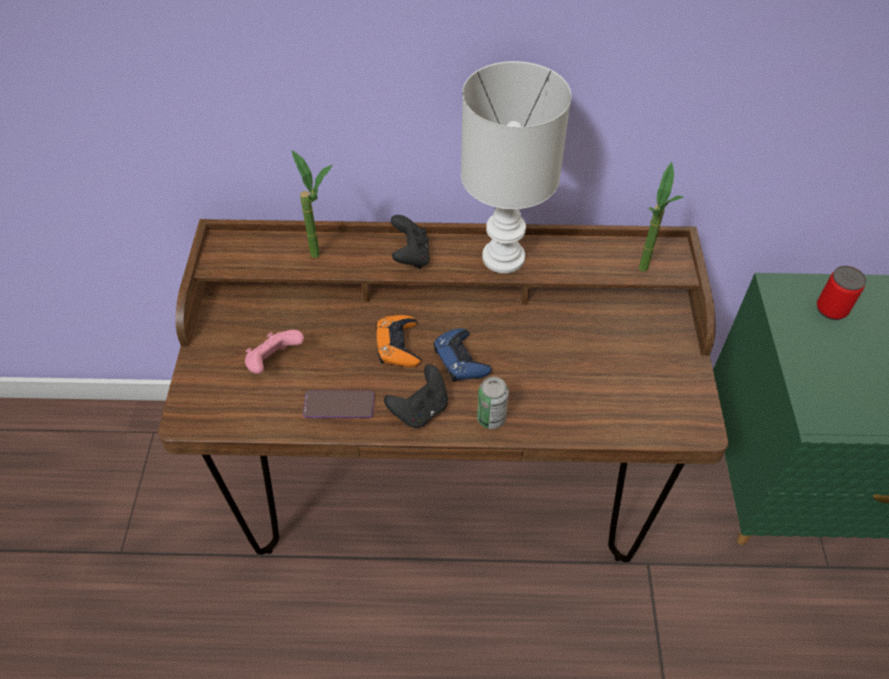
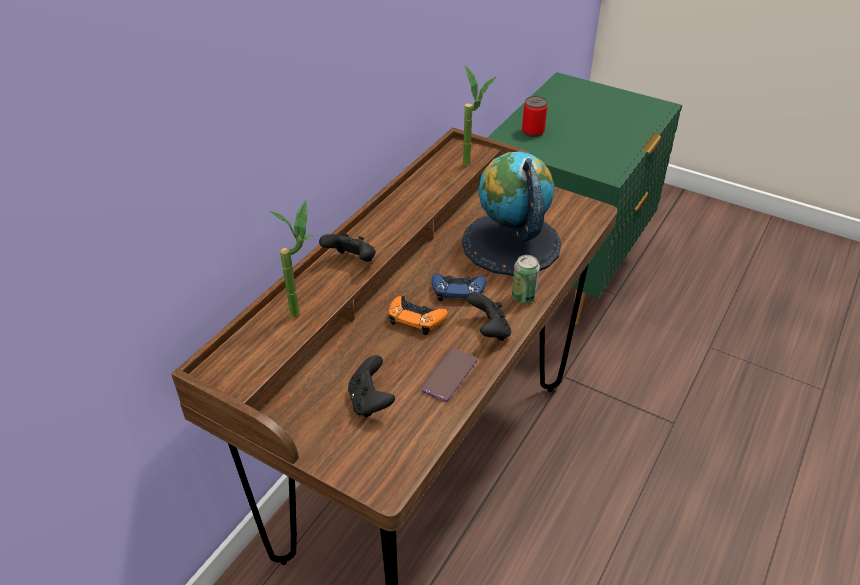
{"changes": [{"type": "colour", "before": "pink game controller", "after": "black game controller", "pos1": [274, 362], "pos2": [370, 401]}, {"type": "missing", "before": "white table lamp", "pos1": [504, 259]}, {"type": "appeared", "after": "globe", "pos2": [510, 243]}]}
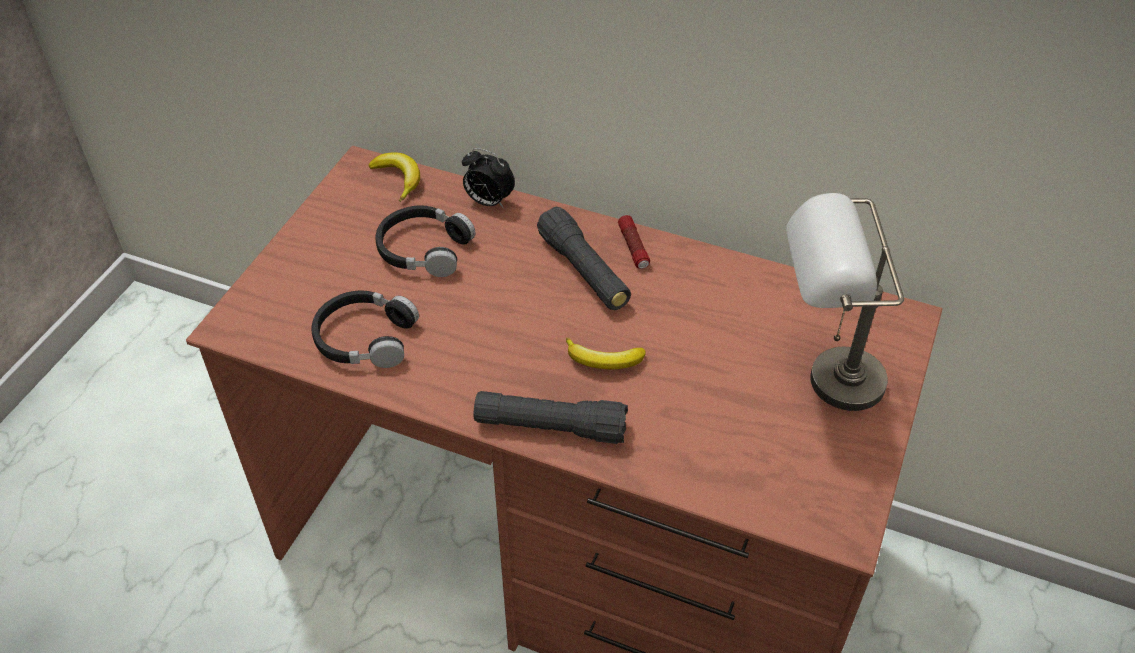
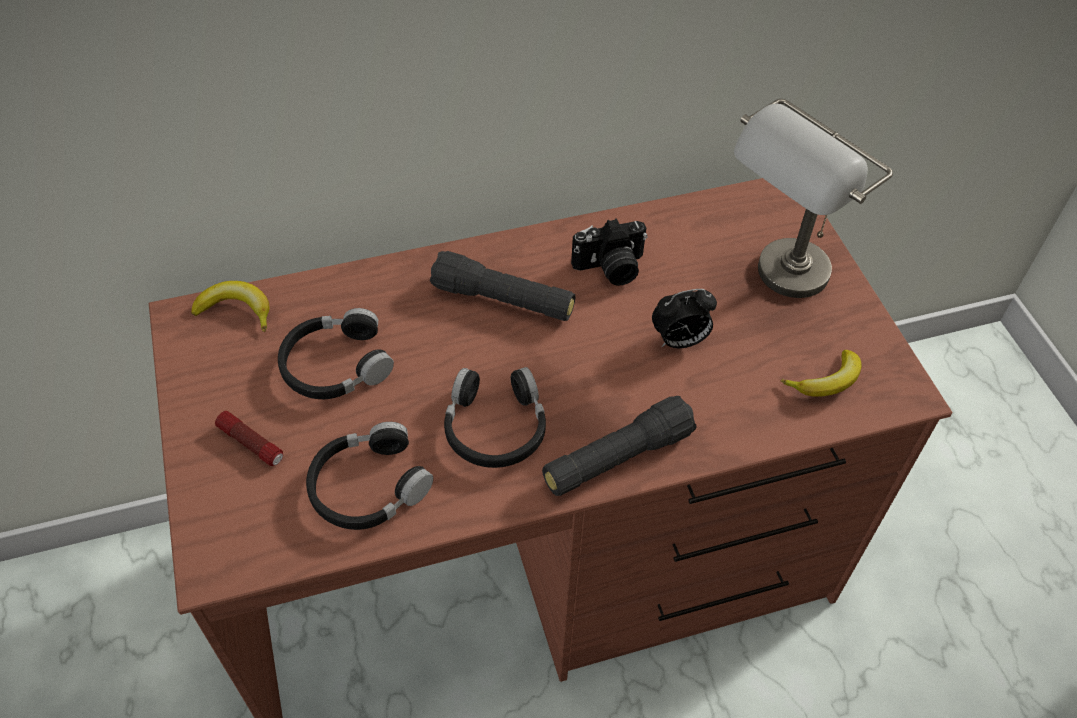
{"changes": [{"type": "relocated", "before": "alarm clock", "pos1": [488, 202], "pos2": [679, 341]}, {"type": "relocated", "before": "banana", "pos1": [603, 361], "pos2": [826, 381]}, {"type": "relocated", "before": "flashlight", "pos1": [633, 248], "pos2": [251, 444]}, {"type": "appeared", "after": "black headphones", "pos2": [495, 427]}, {"type": "appeared", "after": "photo camera", "pos2": [610, 268]}]}
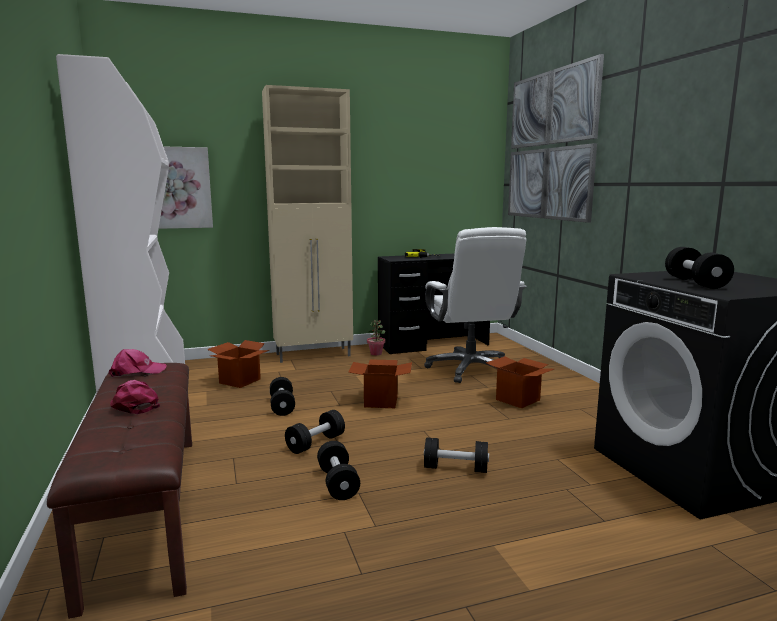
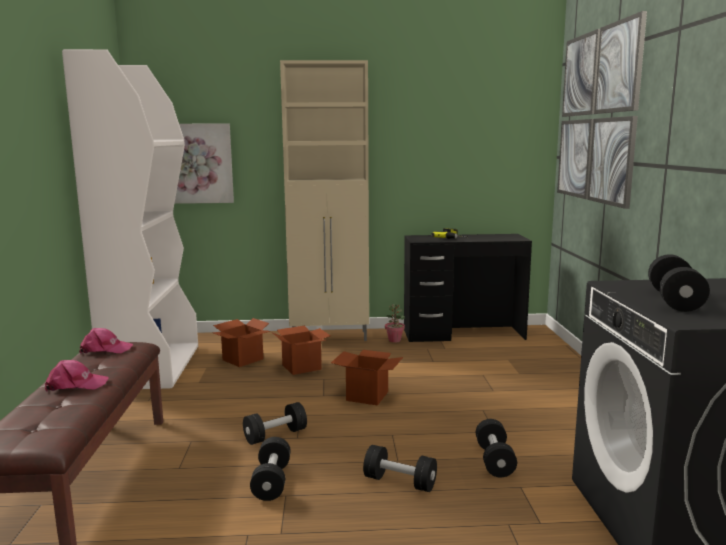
{"changes": [{"type": "spun", "before": "pink cap", "pos1": [134, 405], "pos2": [76, 385], "turn": 105}, {"type": "relocated", "before": "black dumbbell", "pos1": [282, 406], "pos2": [494, 460]}, {"type": "missing", "before": "white office chair", "pos1": [470, 369]}, {"type": "relocated", "before": "cardboard box", "pos1": [518, 400], "pos2": [301, 367]}]}
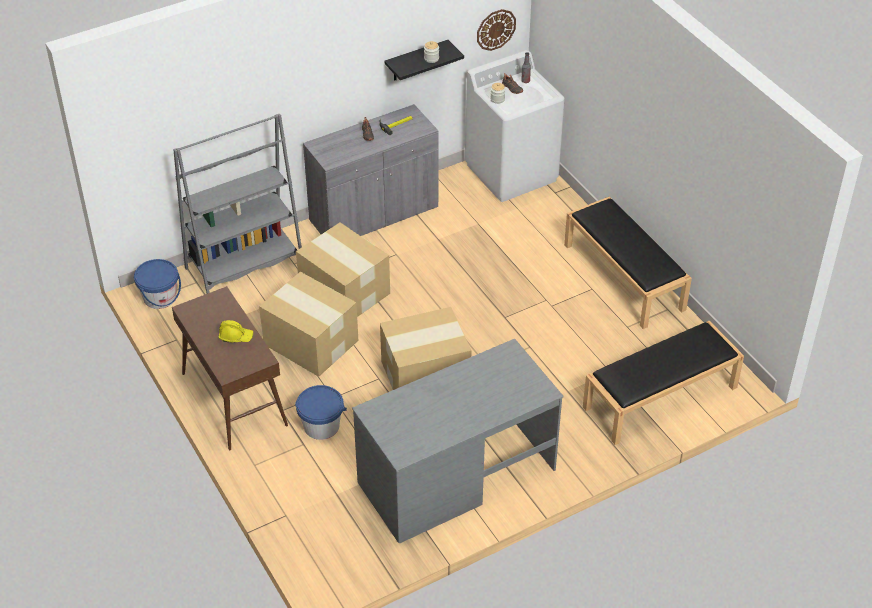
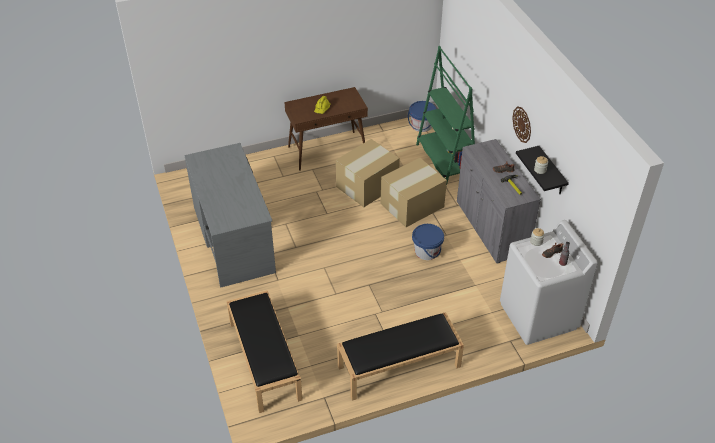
{"changes": [{"type": "colour", "before": "grey bookcase", "after": "green bookcase", "pos1": [245, 265], "pos2": [445, 161]}, {"type": "relocated", "before": "blue bucket", "pos1": [321, 426], "pos2": [427, 251]}, {"type": "missing", "before": "cardboard box", "pos1": [426, 375]}, {"type": "relocated", "before": "wall clock", "pos1": [495, 29], "pos2": [522, 124]}]}
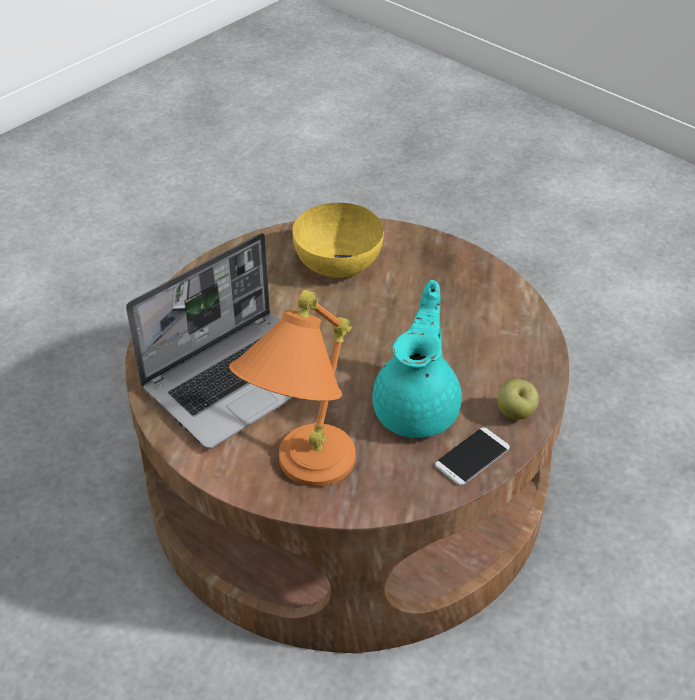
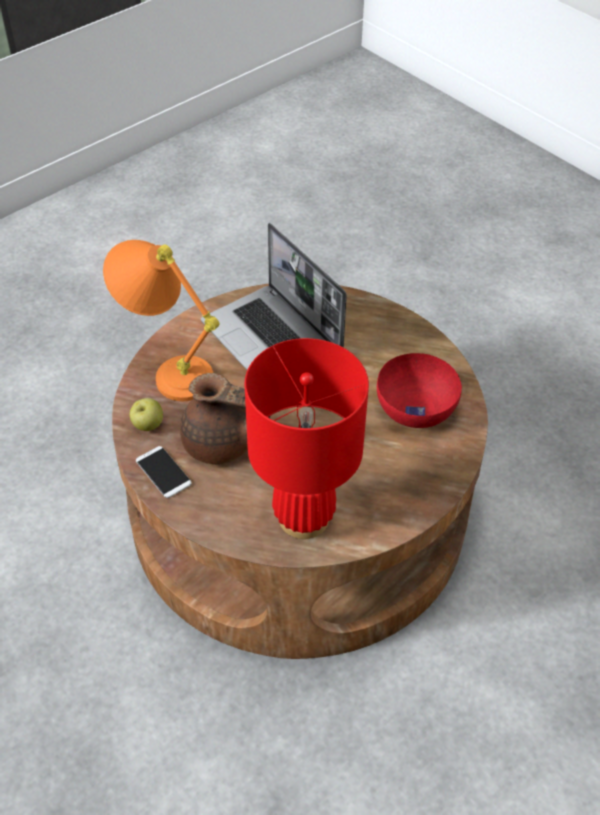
{"changes": [{"type": "colour", "before": "yellow bowl", "after": "red bowl", "pos1": [337, 261], "pos2": [416, 408]}, {"type": "colour", "before": "turquoise teapot", "after": "brown teapot", "pos1": [418, 408], "pos2": [222, 444]}, {"type": "relocated", "before": "apple", "pos1": [515, 413], "pos2": [148, 425]}, {"type": "appeared", "after": "red table lamp", "pos2": [303, 518]}]}
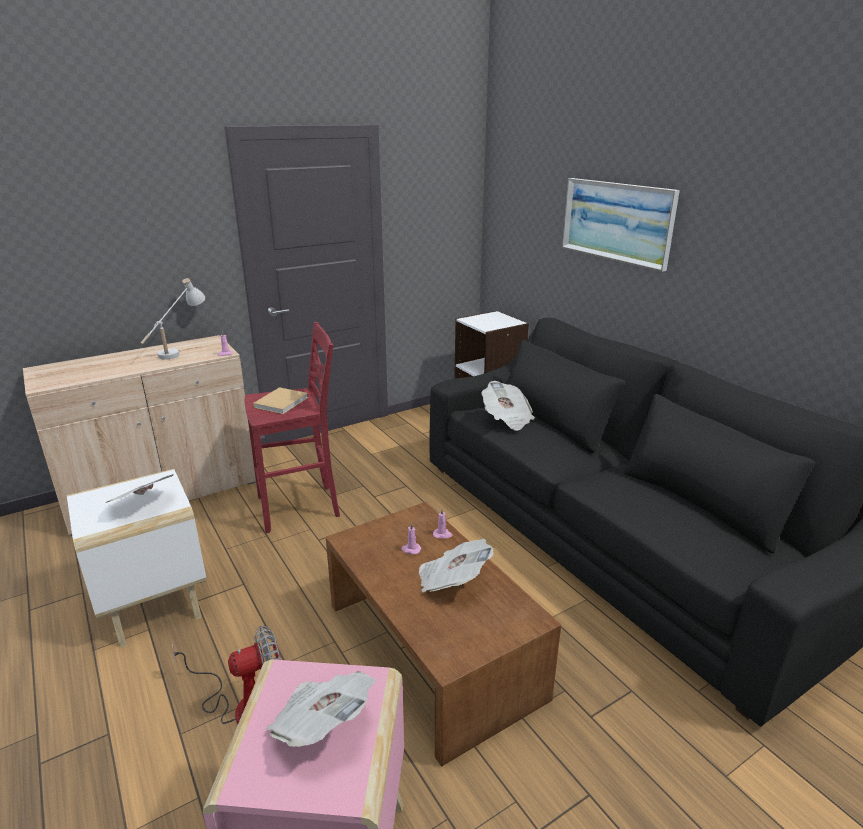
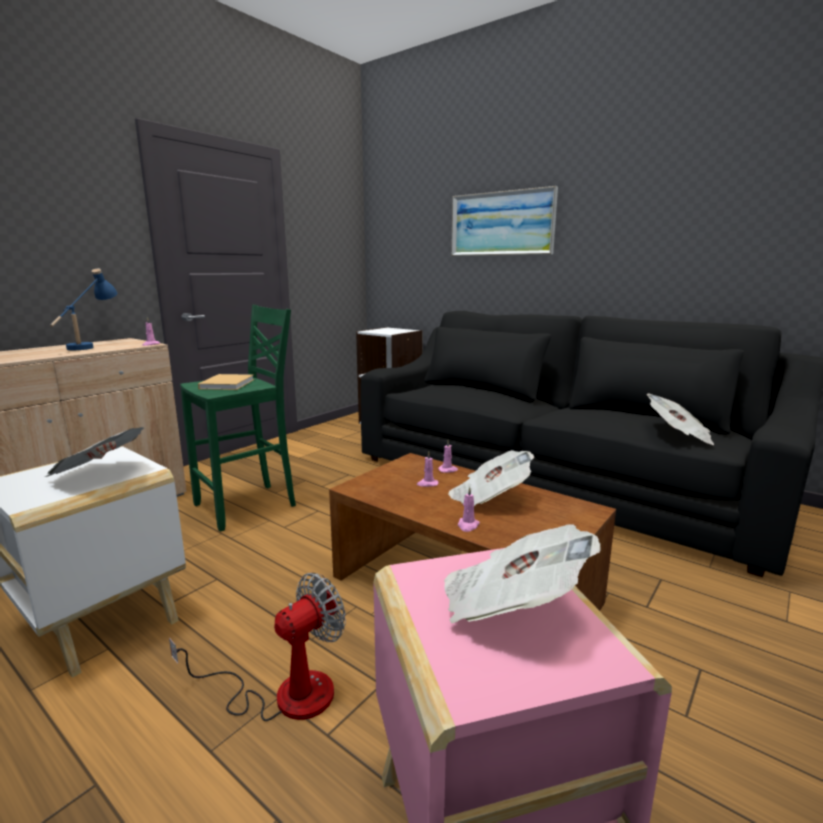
{"changes": [{"type": "colour", "before": "white table lamp", "after": "blue table lamp", "pos1": [178, 351], "pos2": [90, 346]}, {"type": "colour", "before": "red stool", "after": "green stool", "pos1": [301, 507], "pos2": [248, 505]}, {"type": "relocated", "before": "newspaper", "pos1": [507, 418], "pos2": [678, 436]}, {"type": "appeared", "after": "pink candle", "pos2": [468, 526]}]}
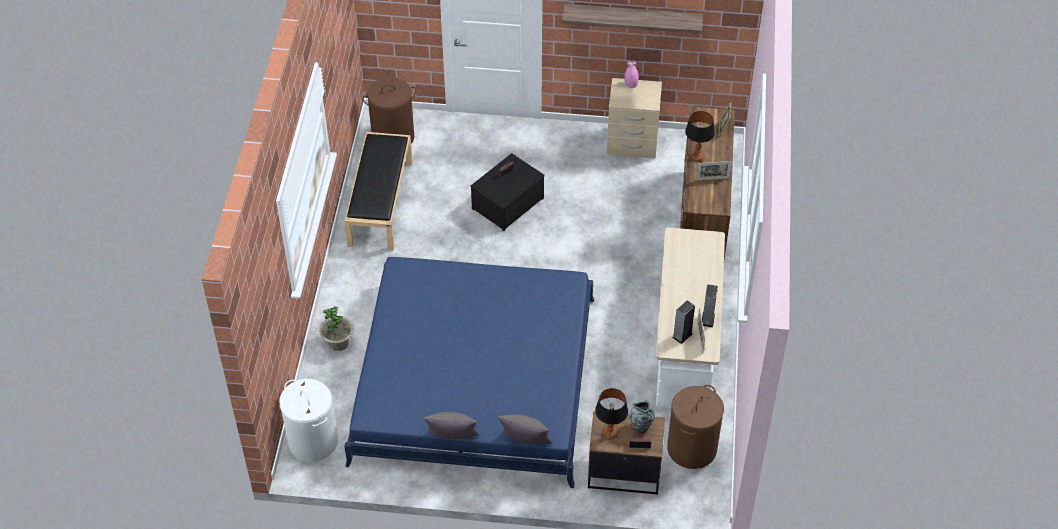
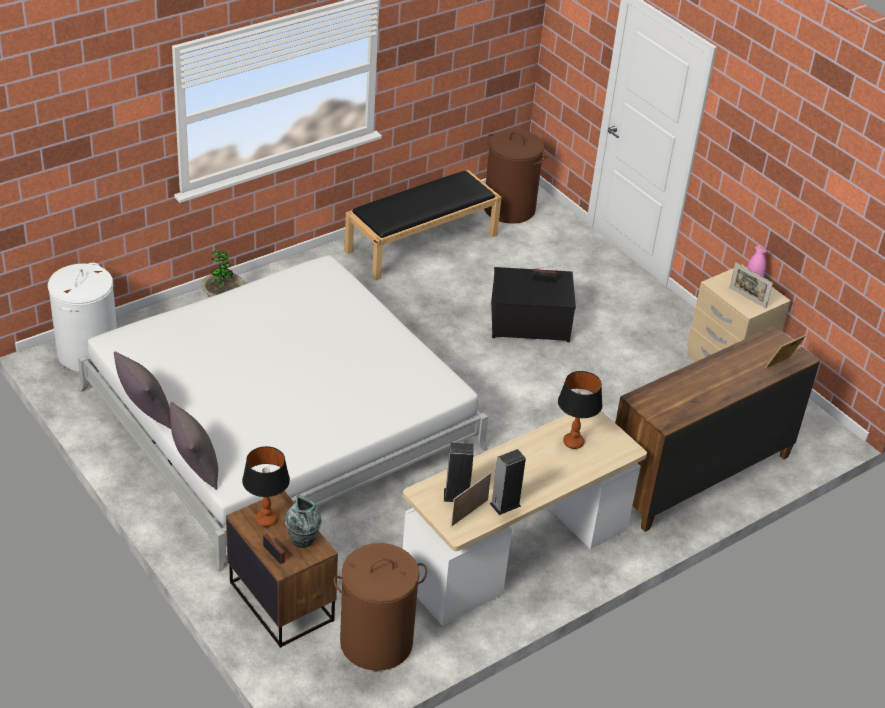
{"changes": [{"type": "colour", "before": "blue bed", "after": "white bed", "pos1": [475, 379], "pos2": [281, 419]}, {"type": "missing", "before": "shelf", "pos1": [632, 18]}, {"type": "relocated", "before": "table lamp", "pos1": [697, 157], "pos2": [573, 442]}, {"type": "relocated", "before": "picture frame", "pos1": [712, 179], "pos2": [747, 298]}]}
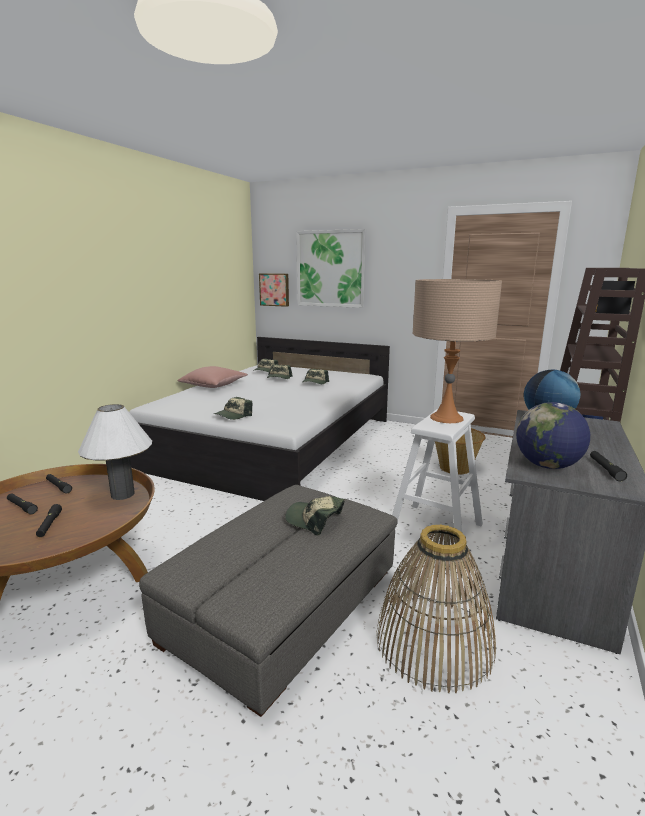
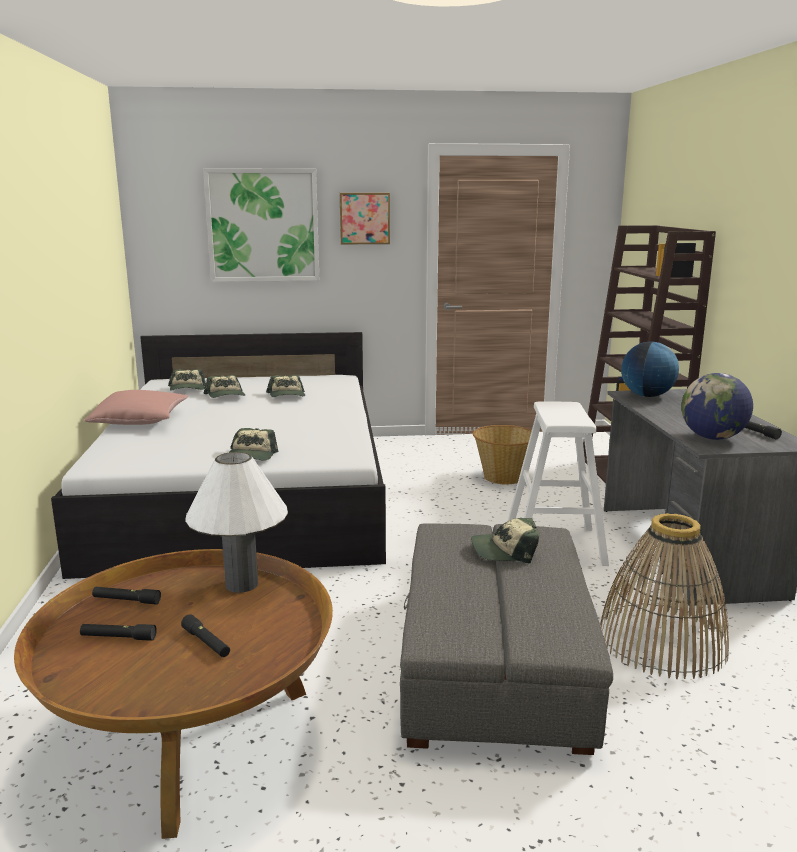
{"changes": [{"type": "relocated", "before": "picture", "pos1": [274, 289], "pos2": [364, 218]}, {"type": "missing", "before": "beige table lamp", "pos1": [446, 418]}]}
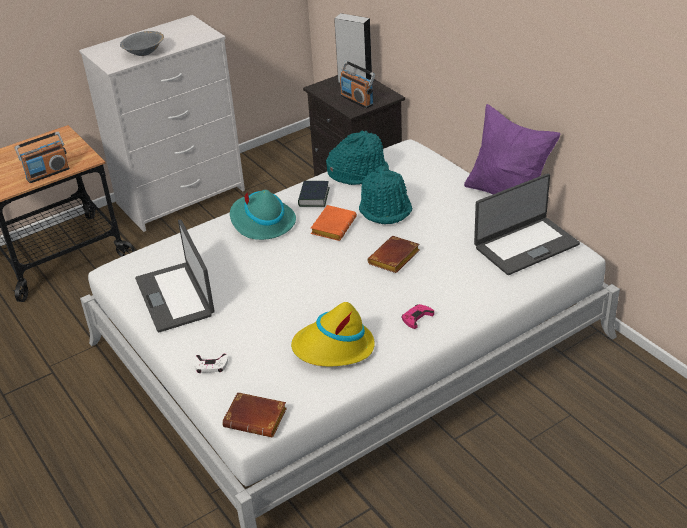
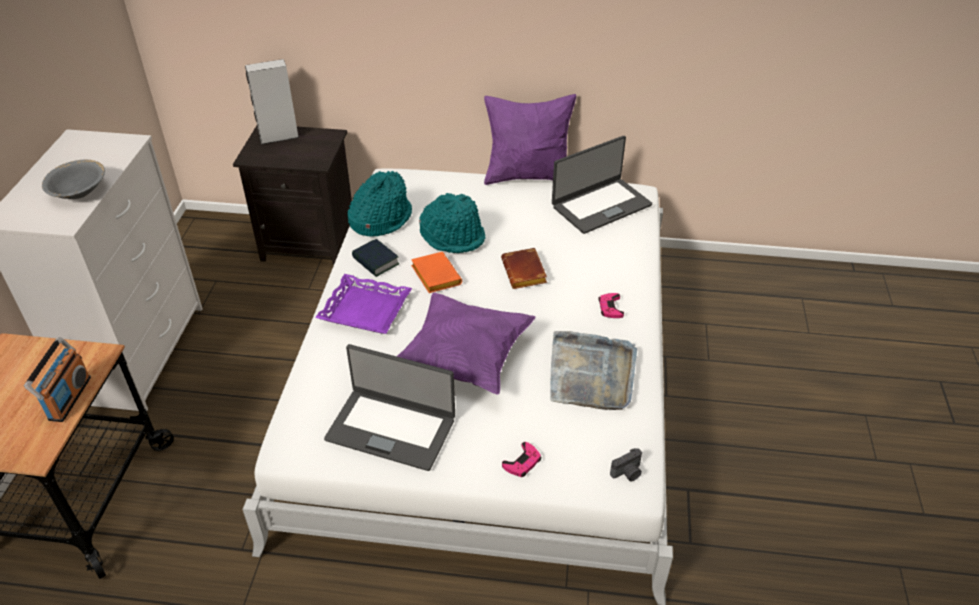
{"changes": [{"type": "colour", "before": "white game controller", "after": "pink game controller", "pos1": [211, 366], "pos2": [522, 462]}, {"type": "exchanged", "before": "brown book", "after": "photo camera", "pos1": [257, 418], "pos2": [627, 473]}, {"type": "exchanged", "before": "turquoise hat", "after": "purple tray", "pos1": [262, 222], "pos2": [365, 310]}, {"type": "exchanged", "before": "yellow hat", "after": "grey tray", "pos1": [333, 348], "pos2": [591, 374]}, {"type": "missing", "before": "radio", "pos1": [357, 100]}, {"type": "spun", "before": "laptop", "pos1": [525, 245], "pos2": [600, 205], "turn": 45}, {"type": "appeared", "after": "purple pillow", "pos2": [464, 359]}]}
